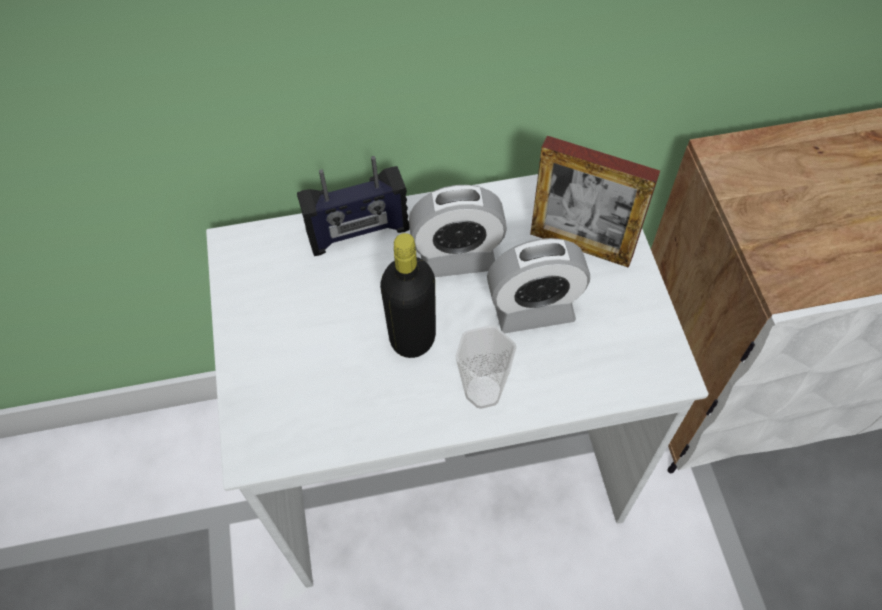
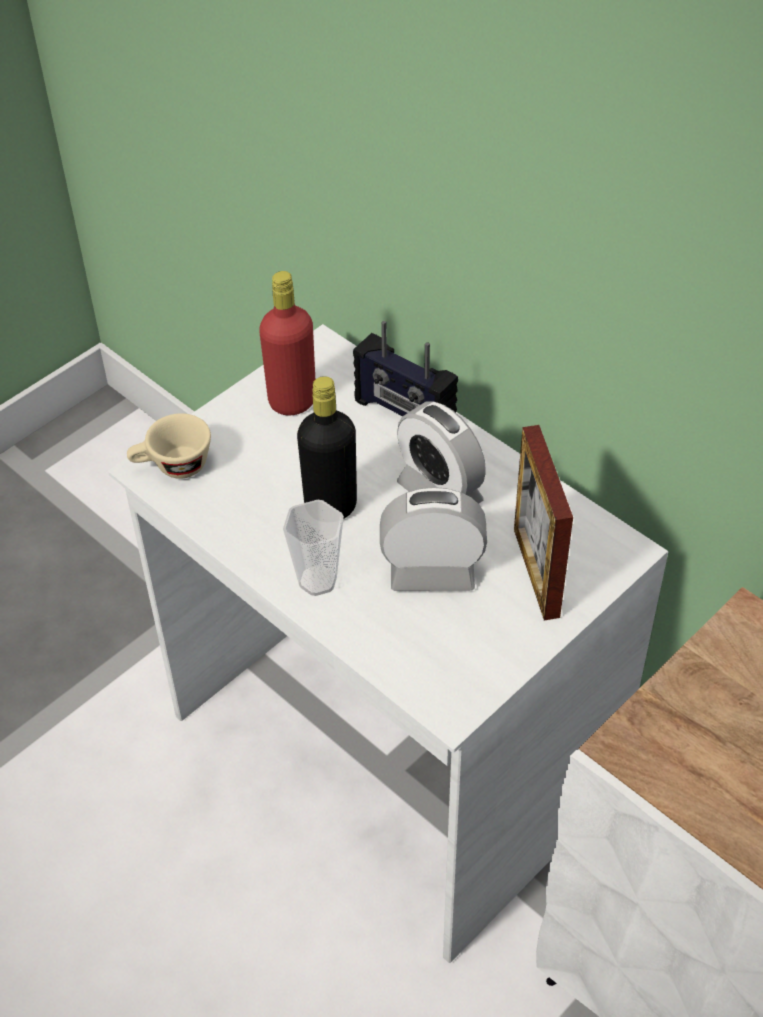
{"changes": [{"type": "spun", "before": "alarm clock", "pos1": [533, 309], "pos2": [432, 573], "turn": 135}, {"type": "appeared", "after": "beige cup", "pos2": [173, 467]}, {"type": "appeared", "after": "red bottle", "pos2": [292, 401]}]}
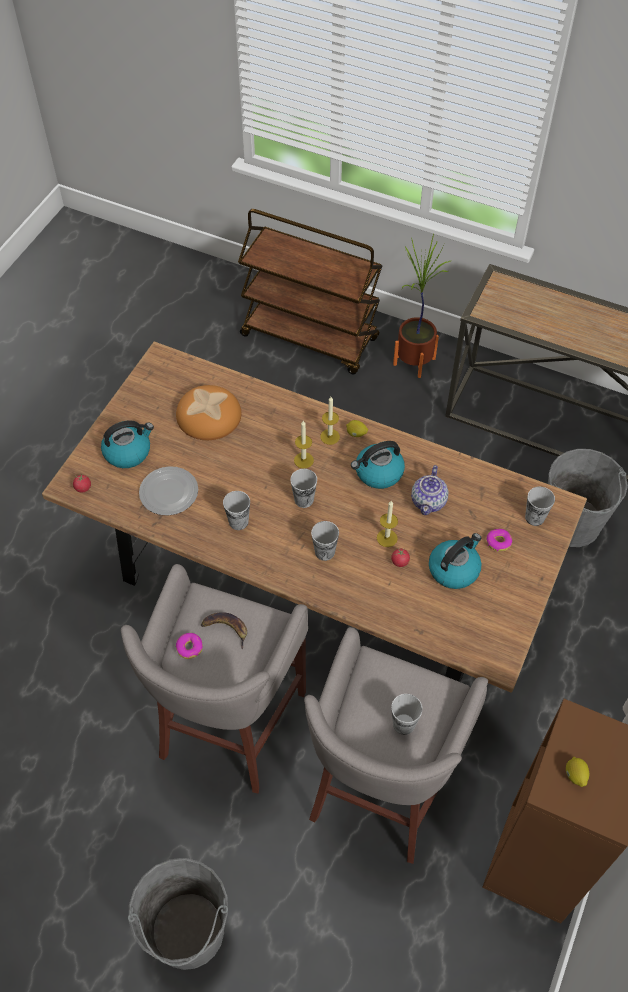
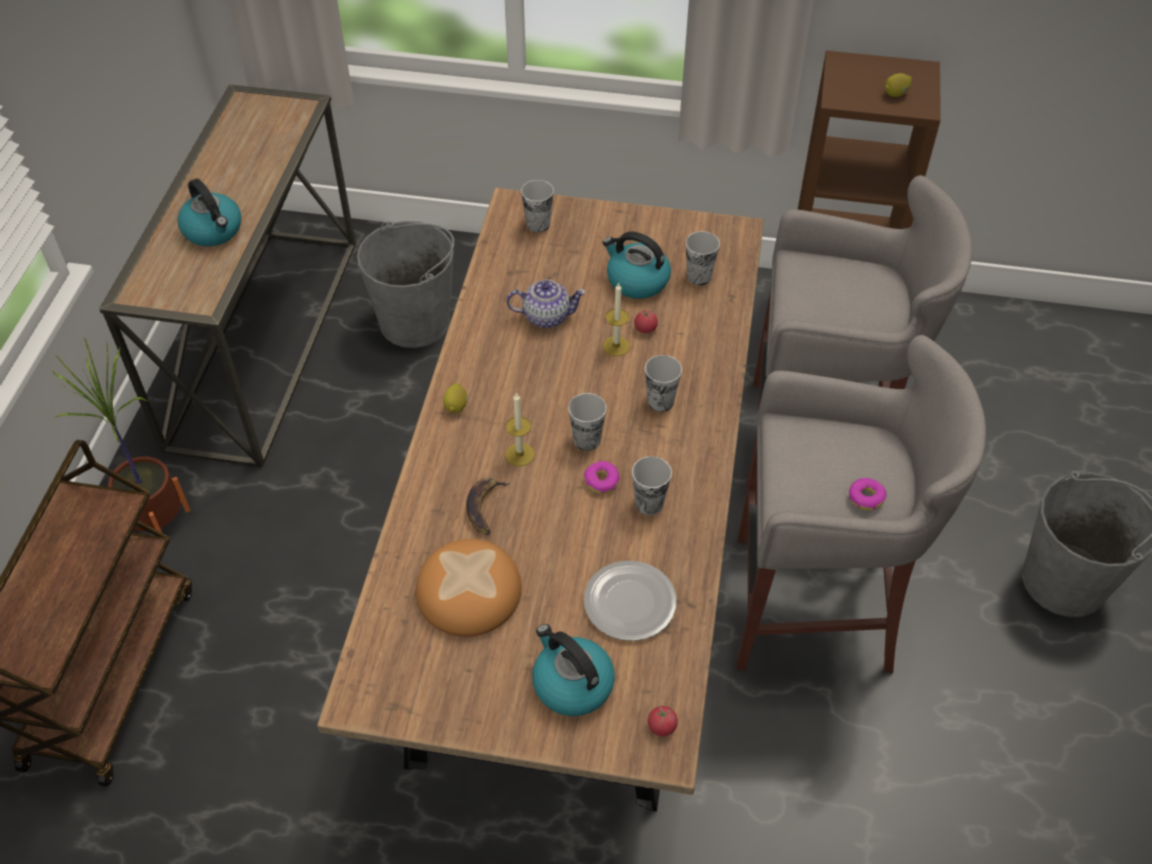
{"changes": [{"type": "relocated", "before": "banana", "pos1": [226, 629], "pos2": [485, 507]}, {"type": "missing", "before": "candle", "pos1": [330, 436]}, {"type": "relocated", "before": "kettle", "pos1": [378, 473], "pos2": [214, 230]}, {"type": "relocated", "before": "cup", "pos1": [403, 724], "pos2": [699, 276]}, {"type": "relocated", "before": "donut", "pos1": [498, 542], "pos2": [601, 481]}]}
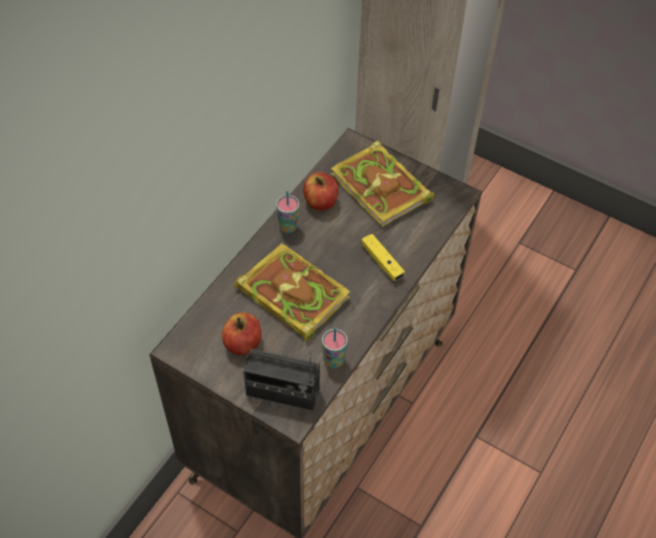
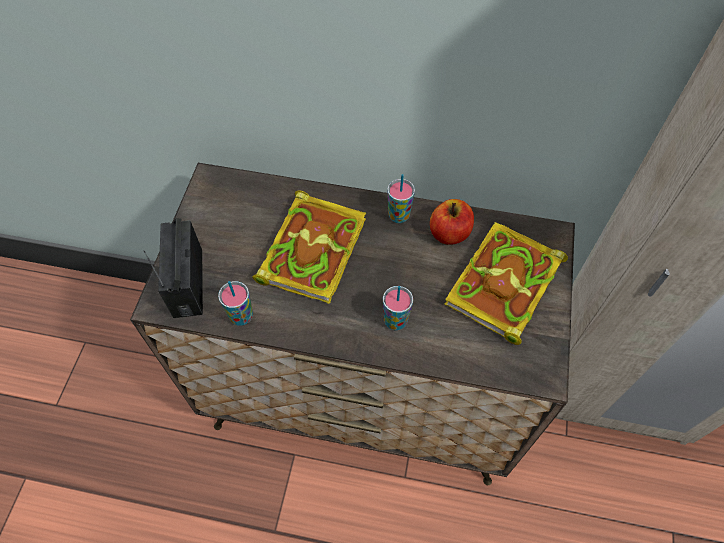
{"changes": [{"type": "missing", "before": "apple", "pos1": [243, 343]}, {"type": "exchanged", "before": "yellow game controller", "after": "cup", "pos1": [382, 262], "pos2": [395, 321]}]}
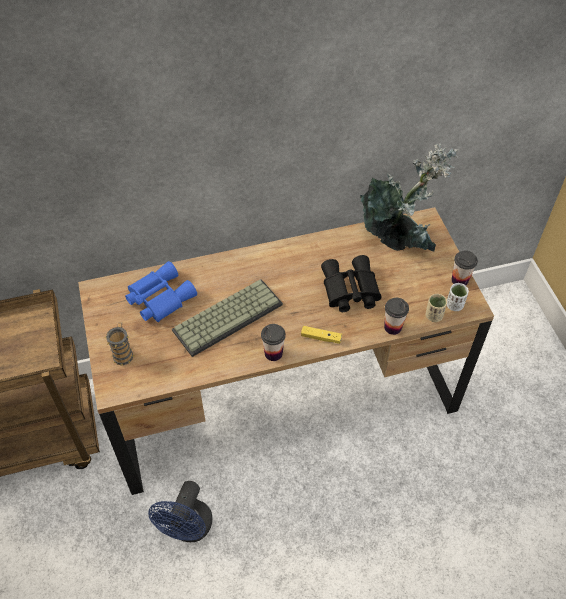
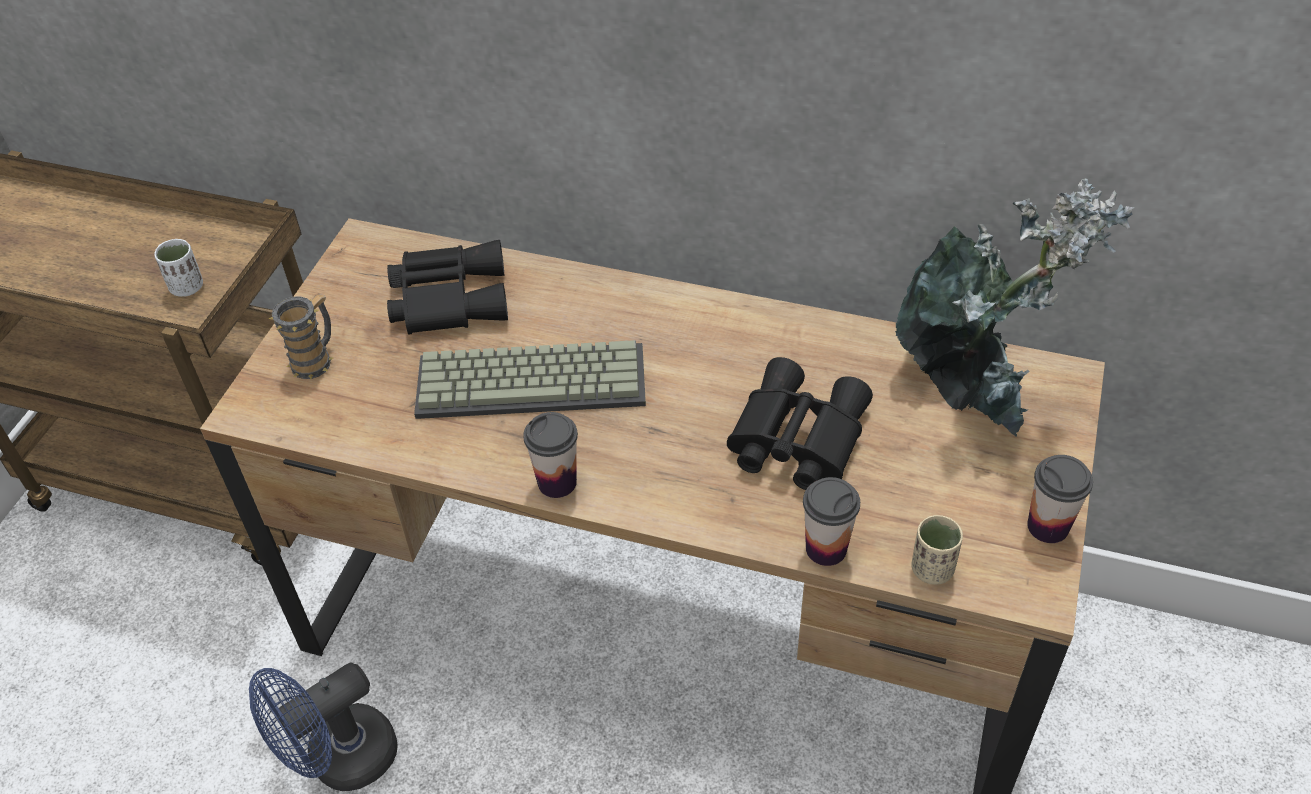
{"changes": [{"type": "colour", "before": "blue binoculars", "after": "black binoculars", "pos1": [159, 297], "pos2": [447, 297]}, {"type": "missing", "before": "yellow game controller", "pos1": [321, 337]}, {"type": "relocated", "before": "white cup", "pos1": [454, 305], "pos2": [187, 287]}]}
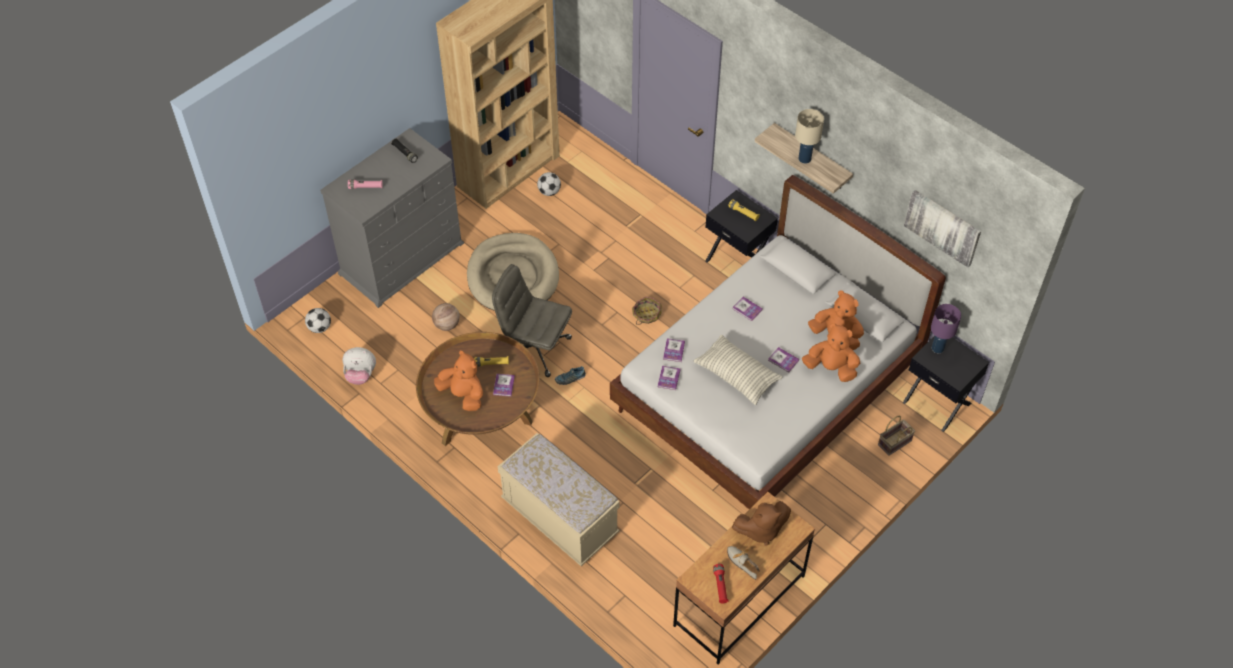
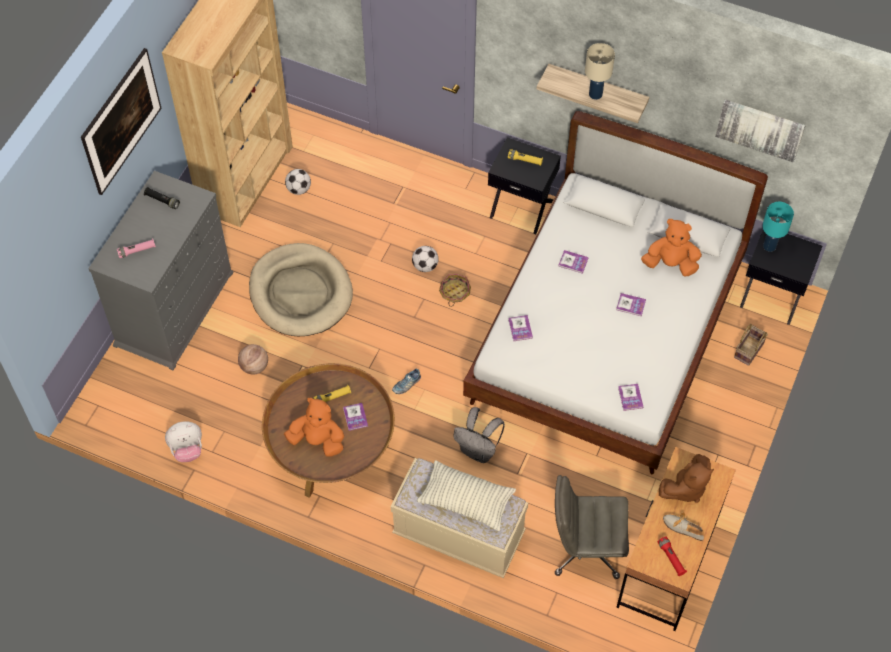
{"changes": [{"type": "relocated", "before": "football", "pos1": [319, 328], "pos2": [425, 266]}, {"type": "relocated", "before": "grey office chair", "pos1": [534, 348], "pos2": [585, 548]}, {"type": "relocated", "before": "book", "pos1": [669, 378], "pos2": [630, 397]}, {"type": "relocated", "before": "pillow", "pos1": [737, 376], "pos2": [466, 501]}, {"type": "missing", "before": "orange plush toy", "pos1": [831, 368]}, {"type": "colour", "before": "purple table lamp", "after": "turquoise table lamp", "pos1": [937, 348], "pos2": [769, 246]}, {"type": "appeared", "after": "picture", "pos2": [125, 135]}, {"type": "appeared", "after": "grey backpack", "pos2": [478, 451]}]}
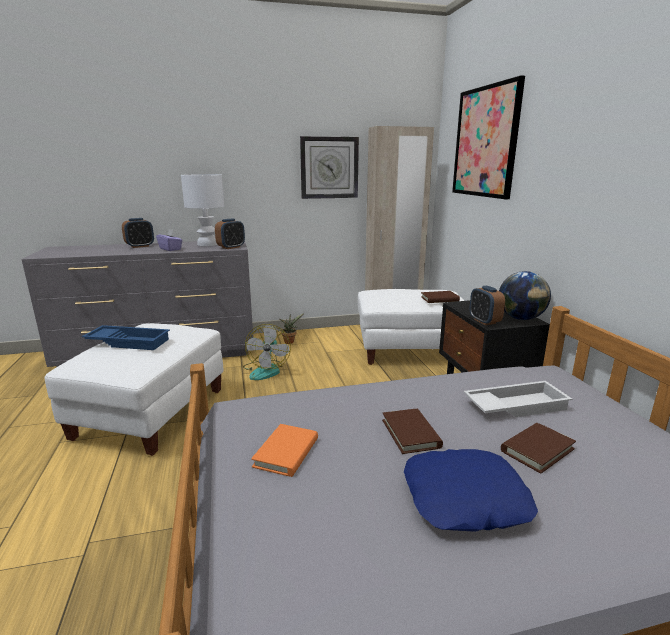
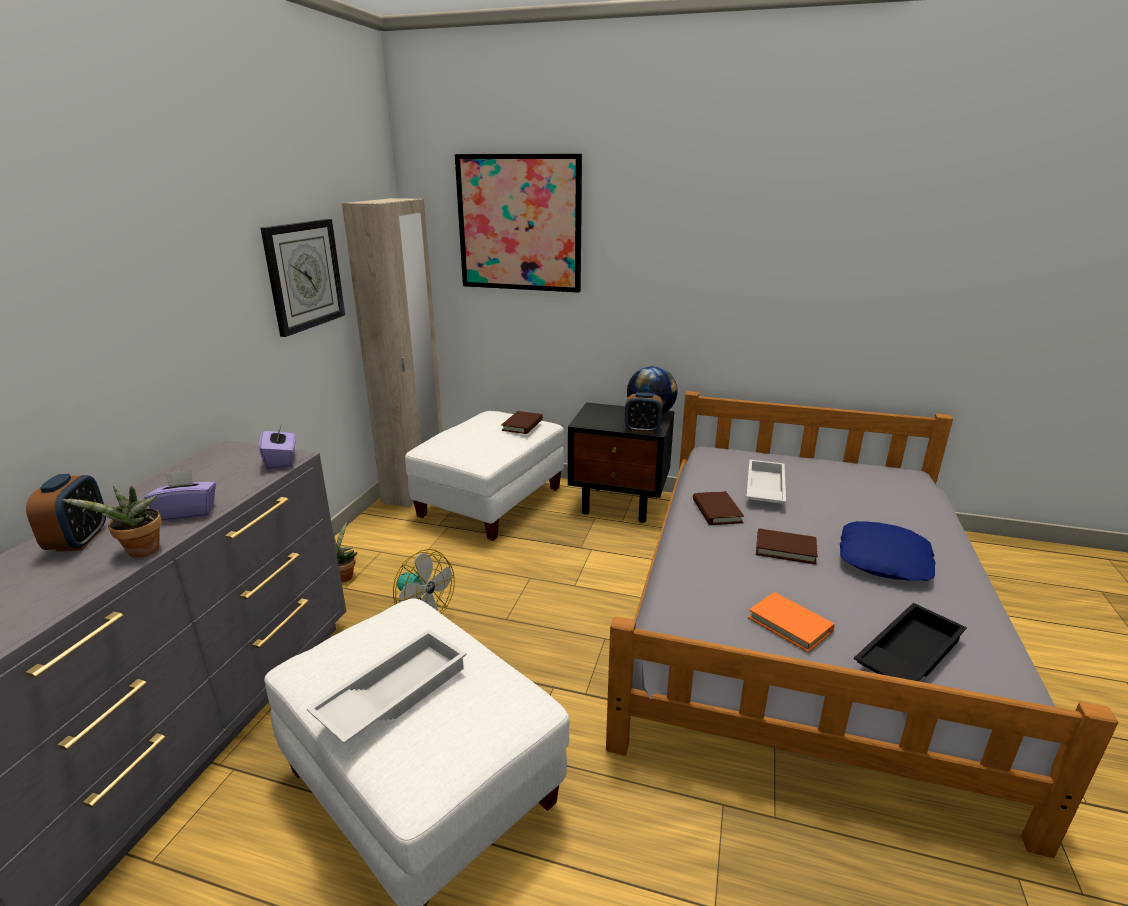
{"changes": [{"type": "colour", "before": "blue tray", "after": "white tray", "pos1": [129, 342], "pos2": [392, 693]}, {"type": "missing", "before": "white table lamp", "pos1": [207, 244]}, {"type": "exchanged", "before": "alarm clock", "after": "purple tissue box", "pos1": [231, 247], "pos2": [281, 461]}, {"type": "relocated", "before": "brown book", "pos1": [537, 450], "pos2": [716, 511]}, {"type": "appeared", "after": "potted plant", "pos2": [141, 553]}, {"type": "appeared", "after": "black tray", "pos2": [906, 654]}]}
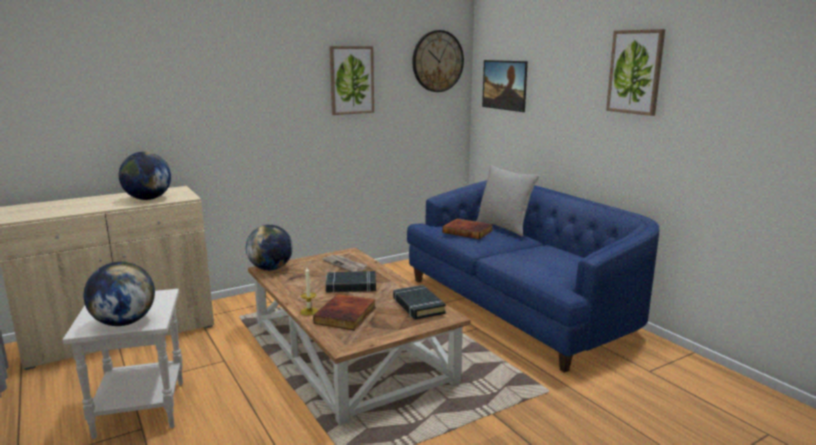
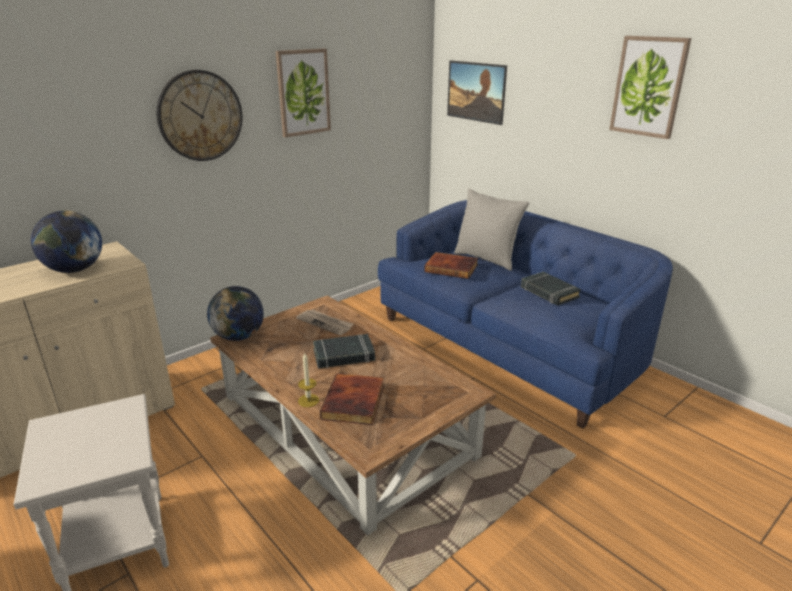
{"changes": [{"type": "missing", "before": "globe", "pos1": [124, 322]}, {"type": "relocated", "before": "black book", "pos1": [418, 306], "pos2": [549, 292]}, {"type": "relocated", "before": "wall clock", "pos1": [437, 61], "pos2": [200, 116]}]}
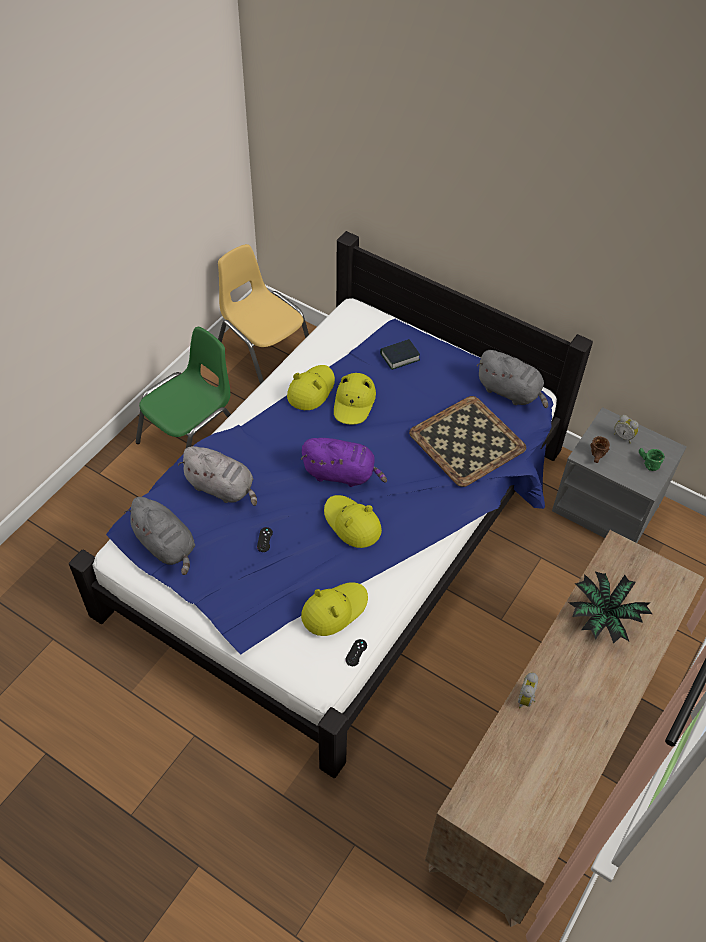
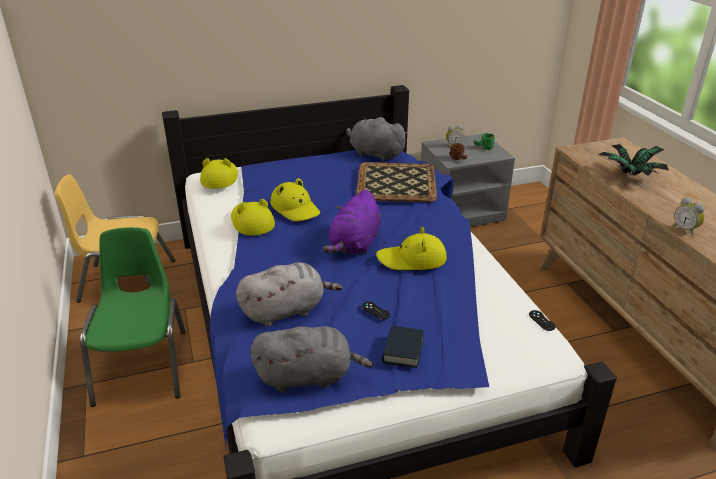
{"changes": [{"type": "spun", "before": "purple plush toy", "pos1": [342, 474], "pos2": [355, 244], "turn": 150}, {"type": "relocated", "before": "yellow hat", "pos1": [334, 610], "pos2": [220, 177]}, {"type": "relocated", "before": "book", "pos1": [399, 357], "pos2": [403, 350]}, {"type": "spun", "before": "grey plush toy", "pos1": [510, 392], "pos2": [374, 154], "turn": -135}]}
